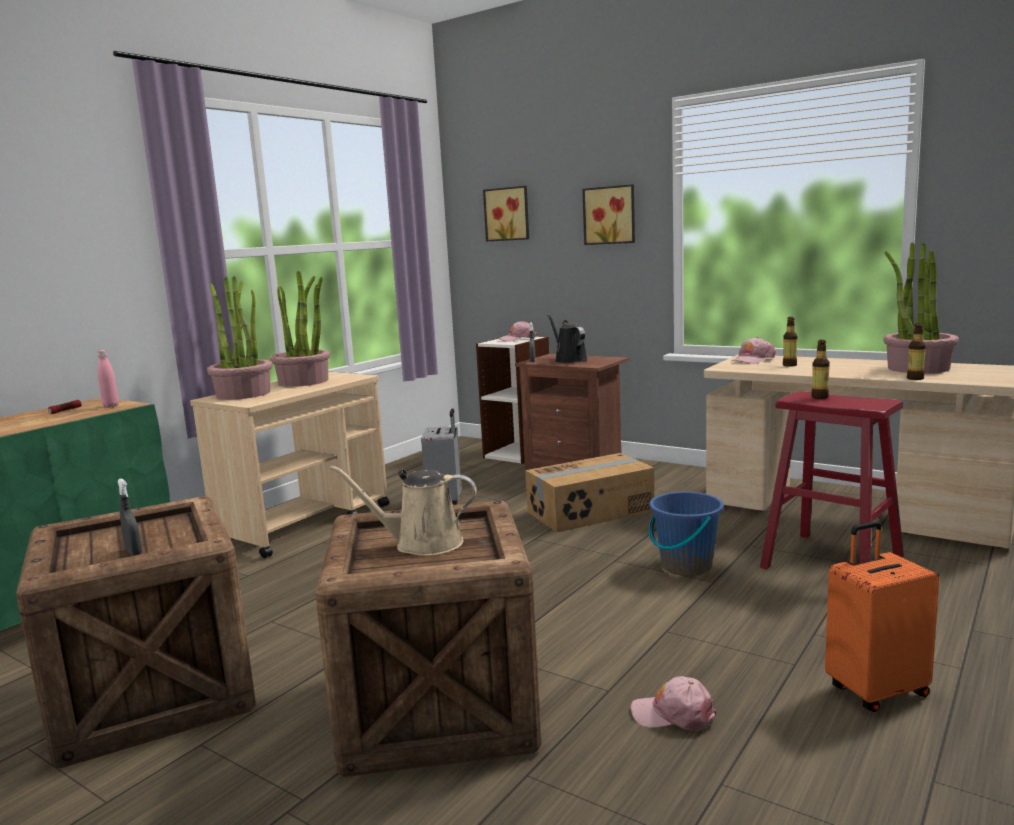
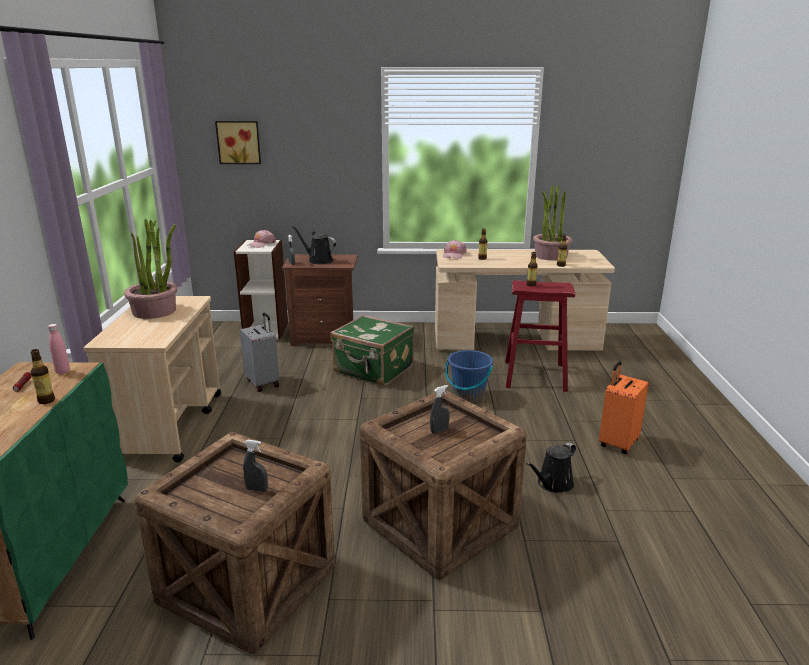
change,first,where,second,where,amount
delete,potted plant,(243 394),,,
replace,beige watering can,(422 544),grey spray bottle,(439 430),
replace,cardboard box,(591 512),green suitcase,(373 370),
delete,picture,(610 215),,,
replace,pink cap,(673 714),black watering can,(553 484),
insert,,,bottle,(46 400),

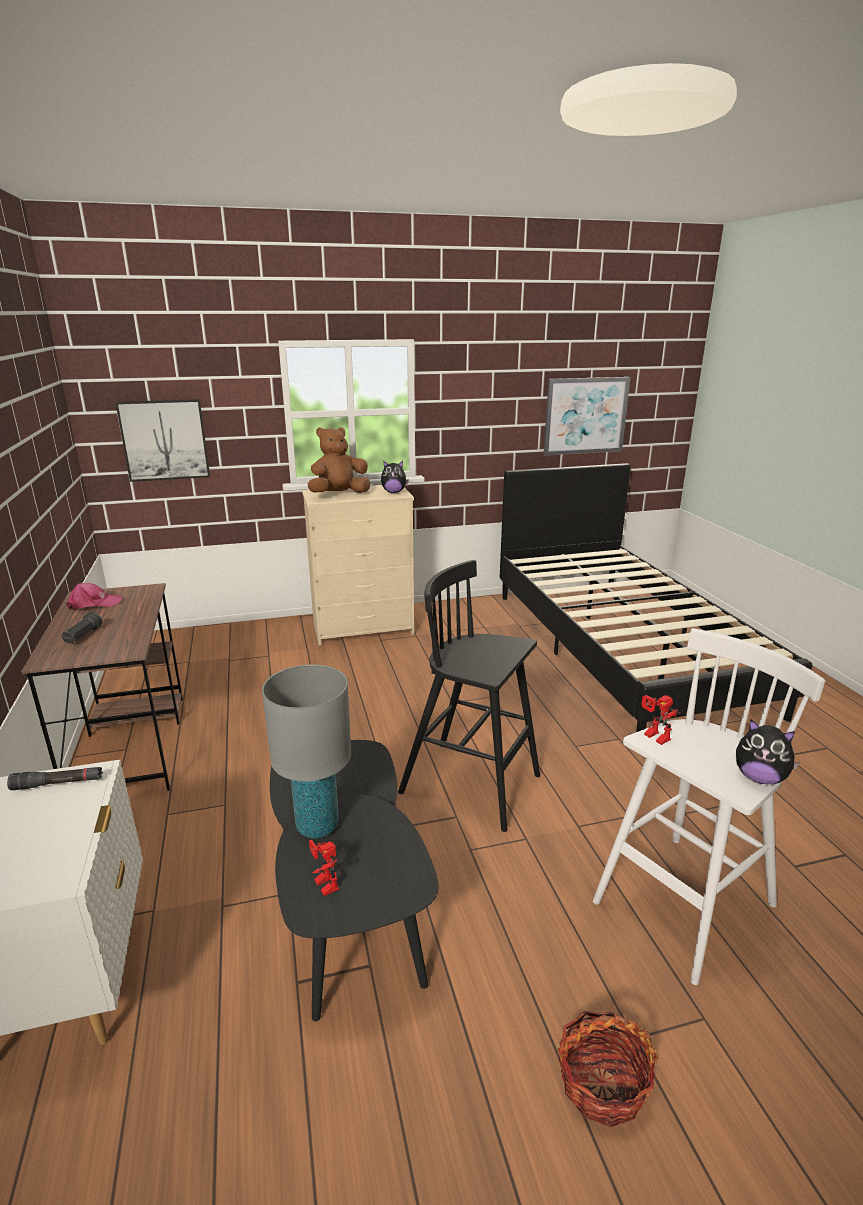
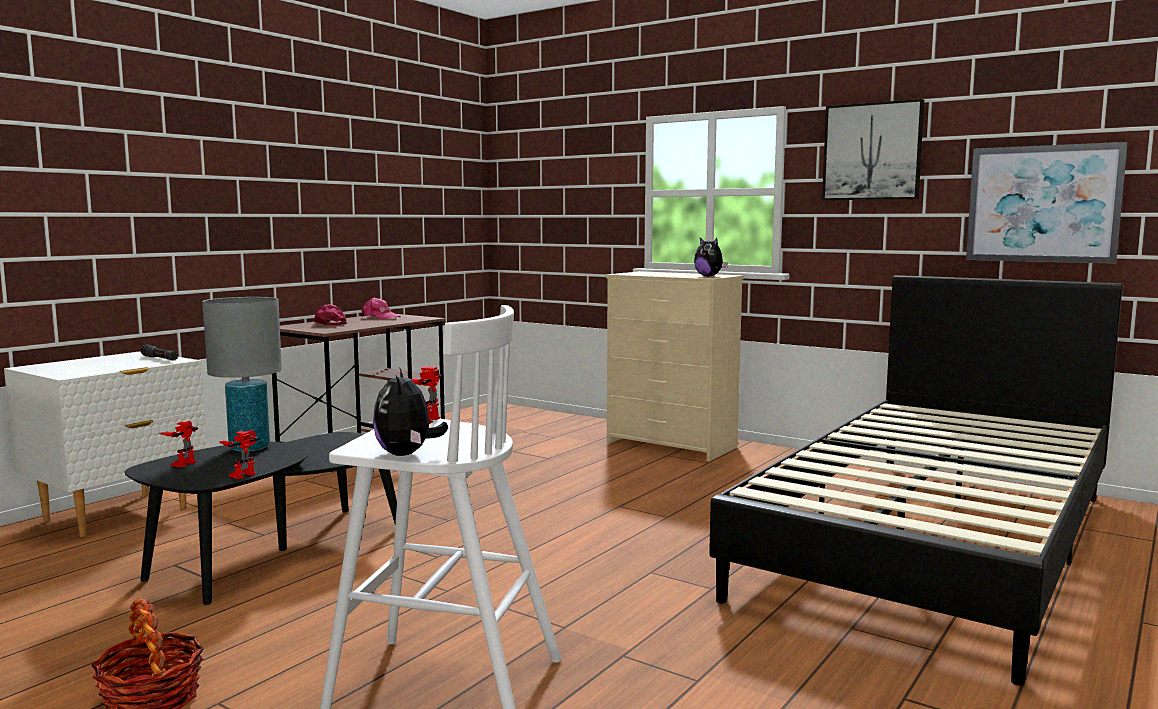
change,first,where,second,where,amount
replace,black flashlight,(83 636),pink cap,(329 324),
move,picture,(164 440),,(872 151),
delete,brown plush toy,(339 494),,,
delete,black stool,(473 785),,,
insert,,,toy robot,(242 474),

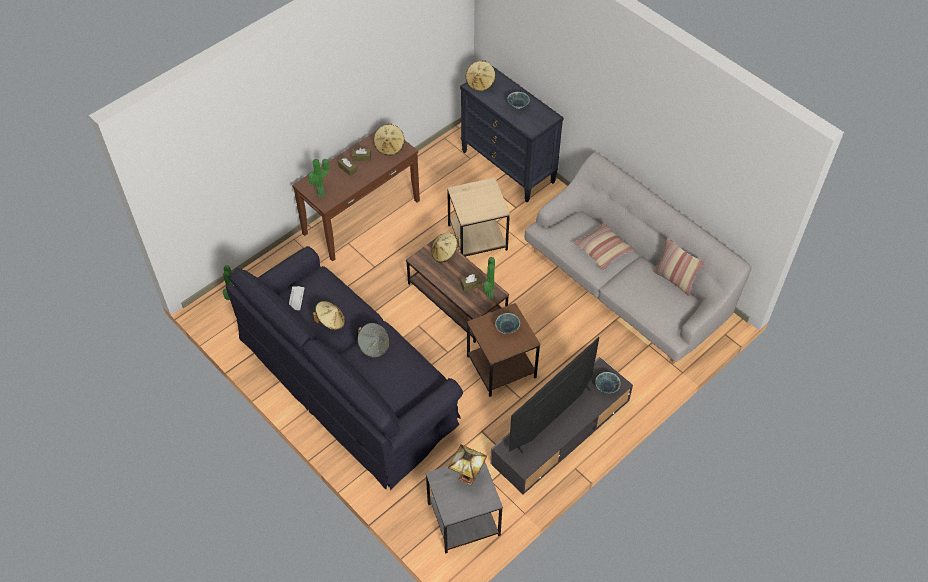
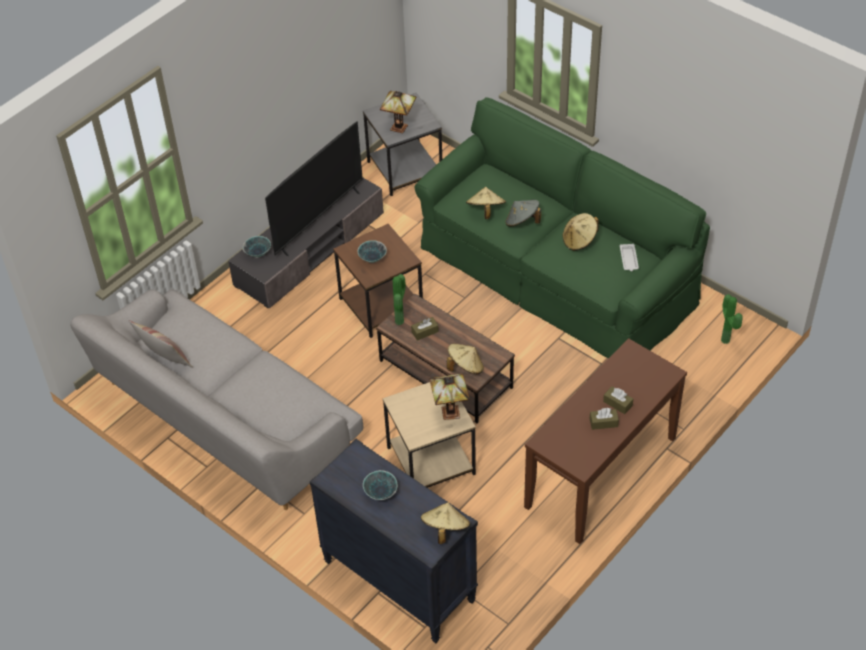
change,first,where,second,where,amount
recolor,black sofa,(349 381),green sofa,(554 272),
delete,potted plant,(322 195),,,
move,beige hat,(389 146),,(485 211),
delete,pillow,(603 250),,,
insert,,,table lamp,(449 413),

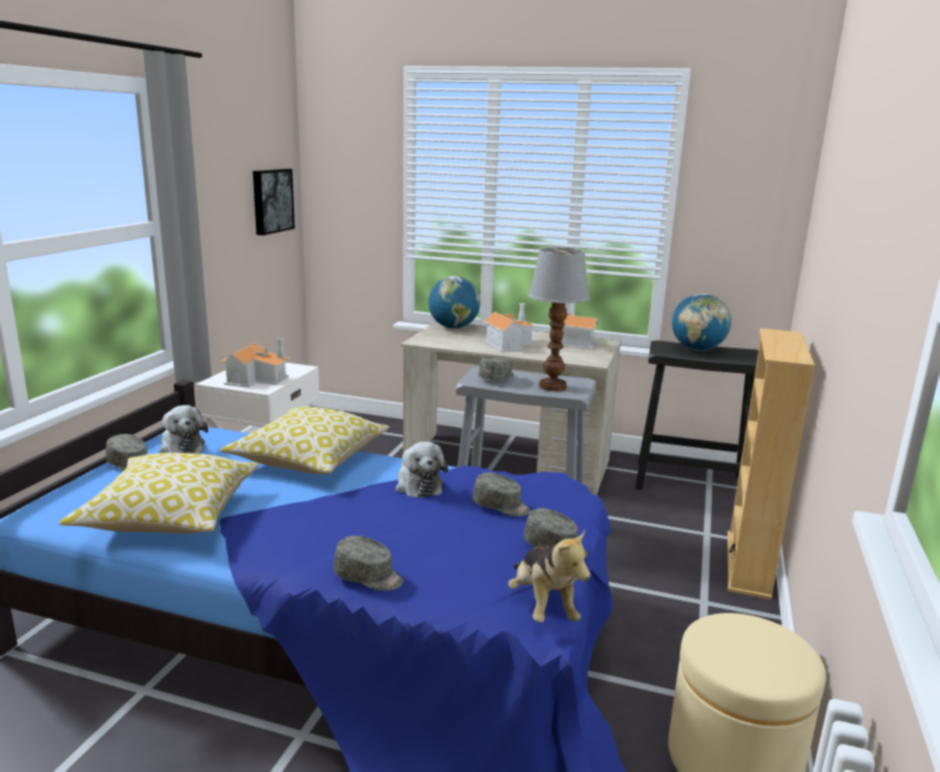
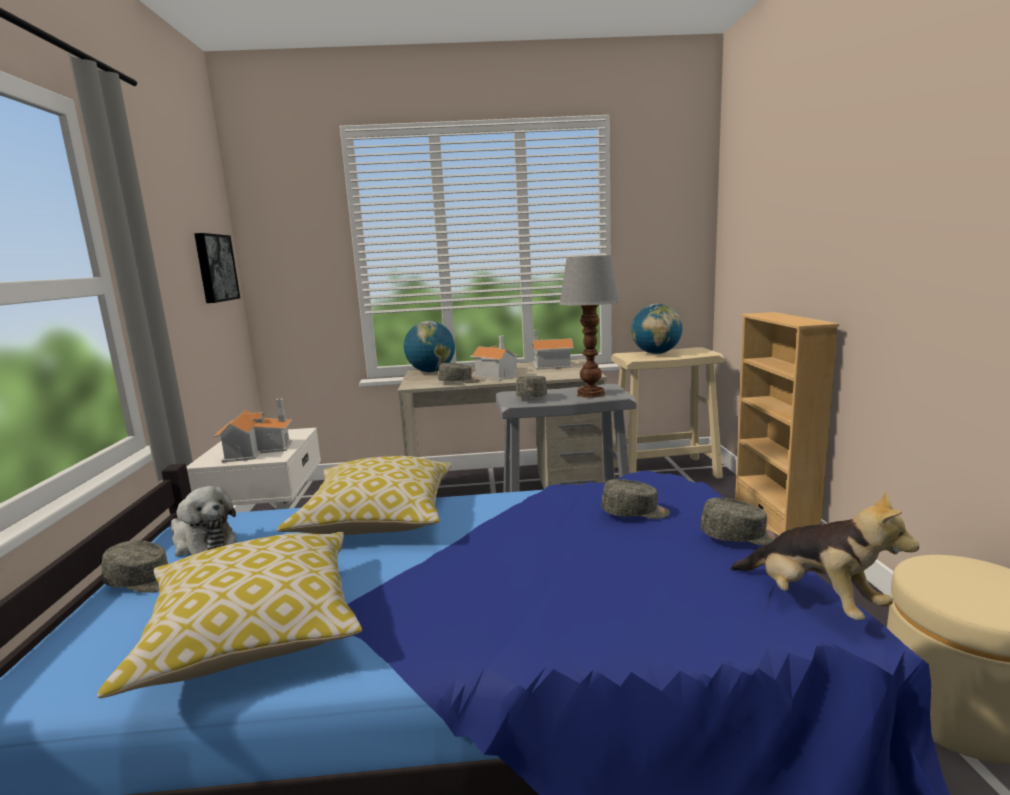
change,first,where,second,where,amount
move,grey cap,(369 577),,(459 382),
delete,plush toy,(418 485),,,
recolor,black stool,(690 482),beige stool,(665 471),

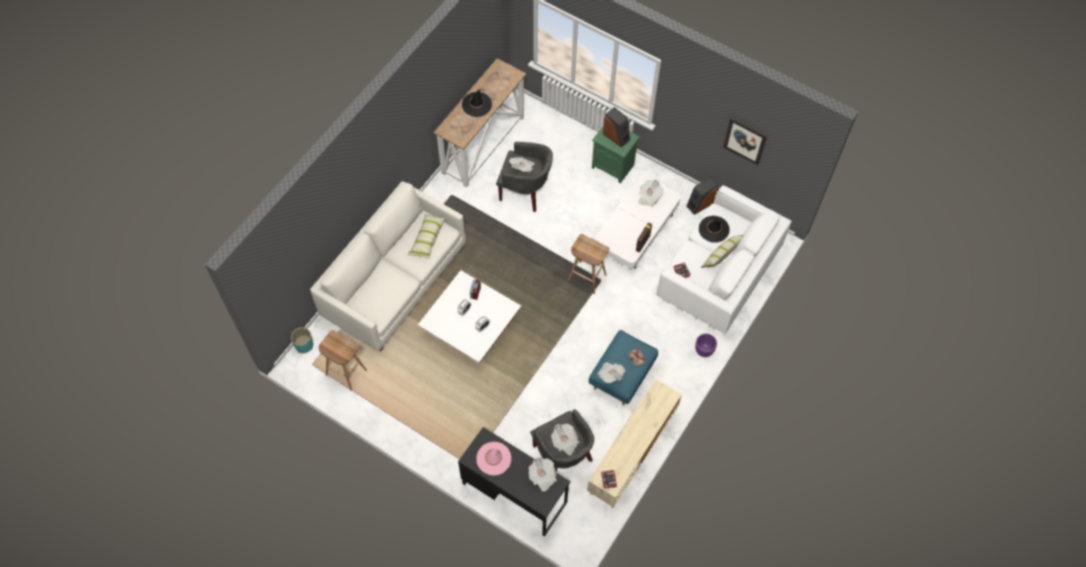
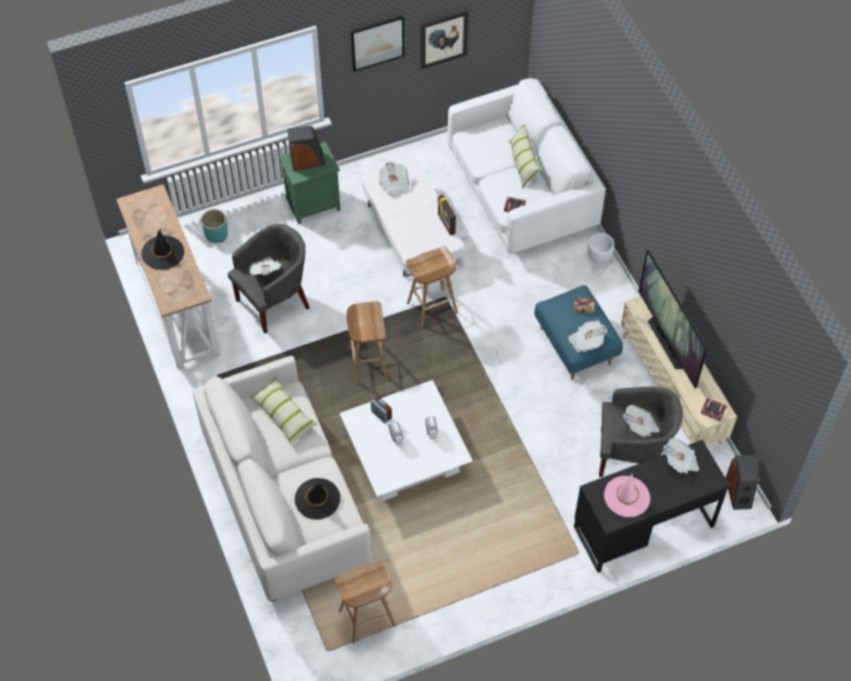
change,first,where,second,where,amount
move,turquoise planter,(304 345),,(216 234),
move,speaker,(699 204),,(739 492),
recolor,purple planter,(704 351),white planter,(599 257),
move,black hat,(713 229),,(317 499),
insert,,,brown stool,(367 363),
insert,,,picture,(377 42),
insert,,,television,(667 342),

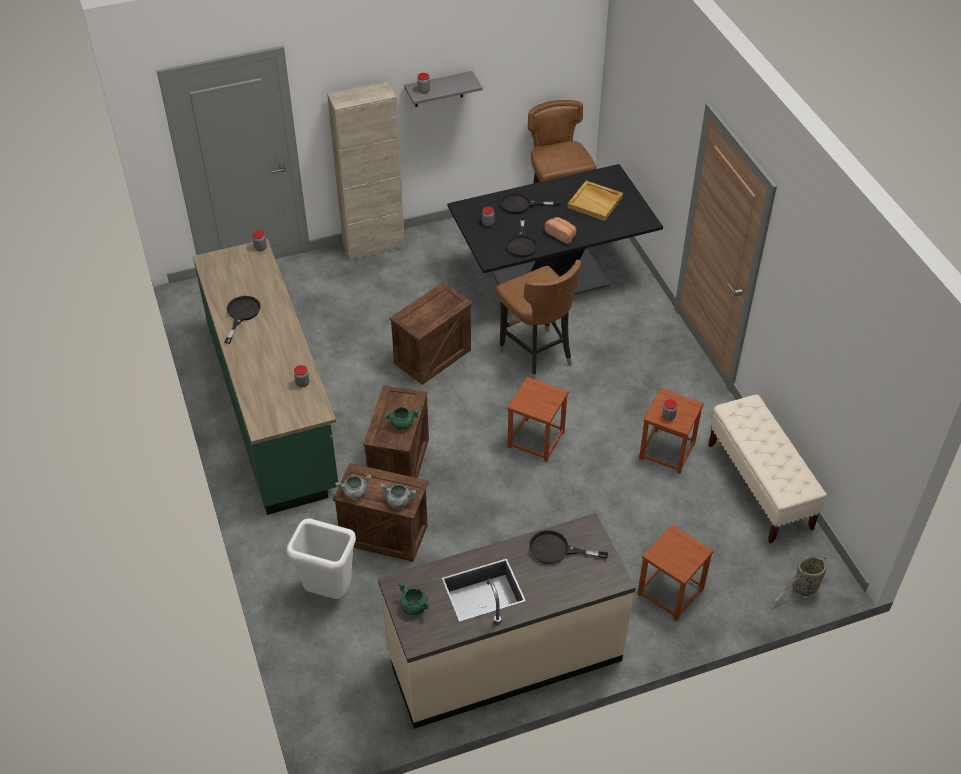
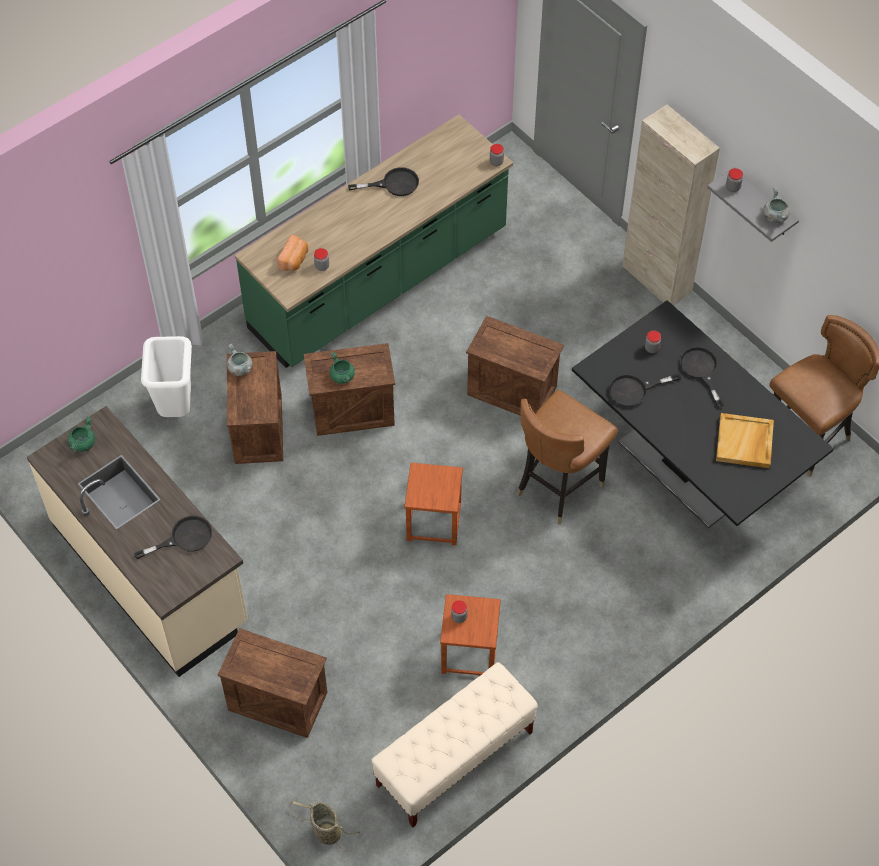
change,first,where,second,where,amount
move,grey cooking pot,(398 501),,(774 216),
rotate,black frying pan,(556 550),,(184 538),75 degrees clockwise
move,bread,(561 235),,(294 260),
replace,brown stool,(670 592),crate,(276 701),

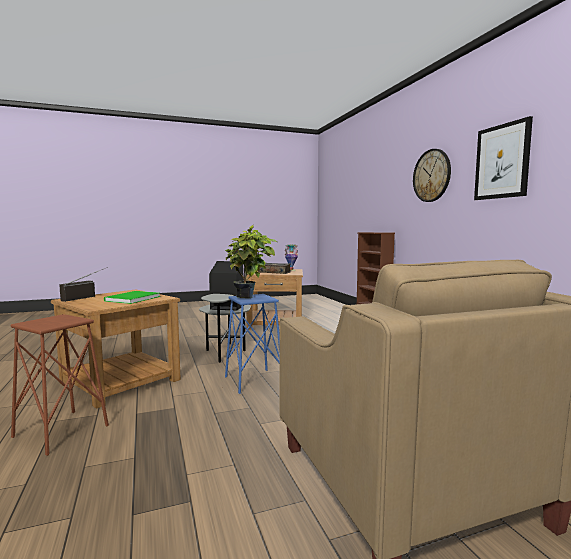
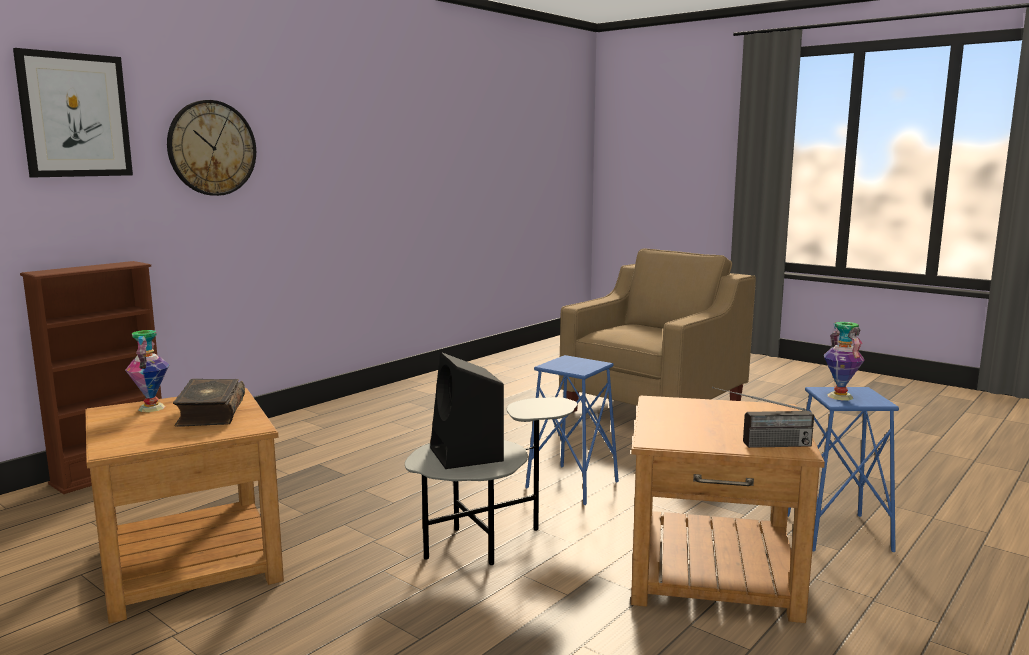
change,first,where,second,where,amount
recolor,brown stool,(61 431),blue stool,(838 533),
delete,green book,(131 299),,,
delete,potted plant,(249 297),,,
move,picture,(502 161),,(75 115),
insert,,,vase,(839 396),

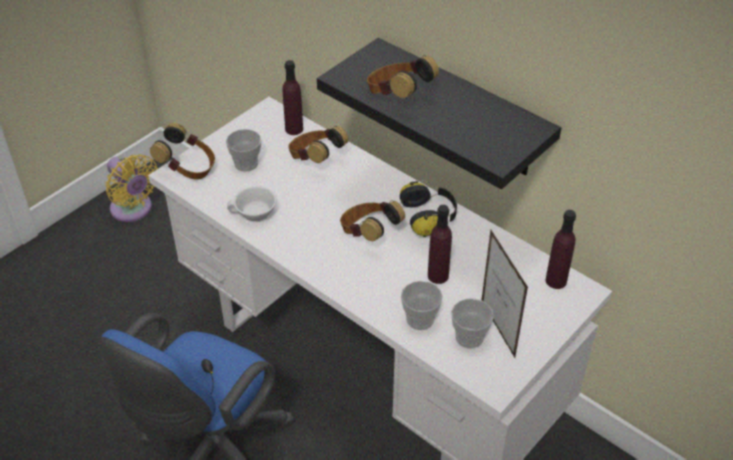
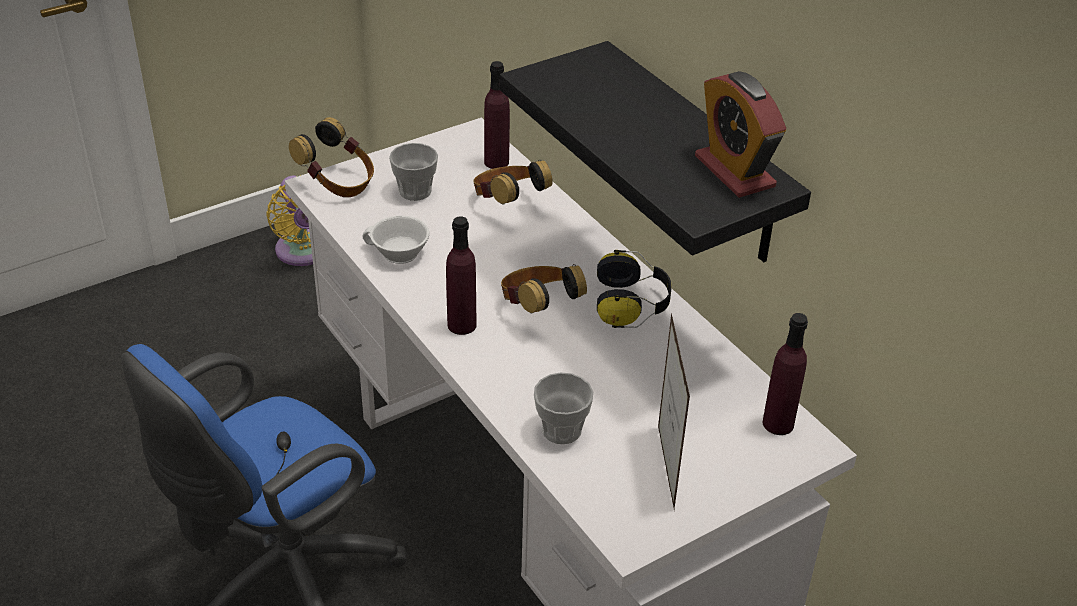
change,first,where,second,where,amount
delete,headphones,(398 96),,,
move,purple bottle,(438 276),,(461 325),
delete,cup,(469 337),,,
insert,,,alarm clock,(734 172),

